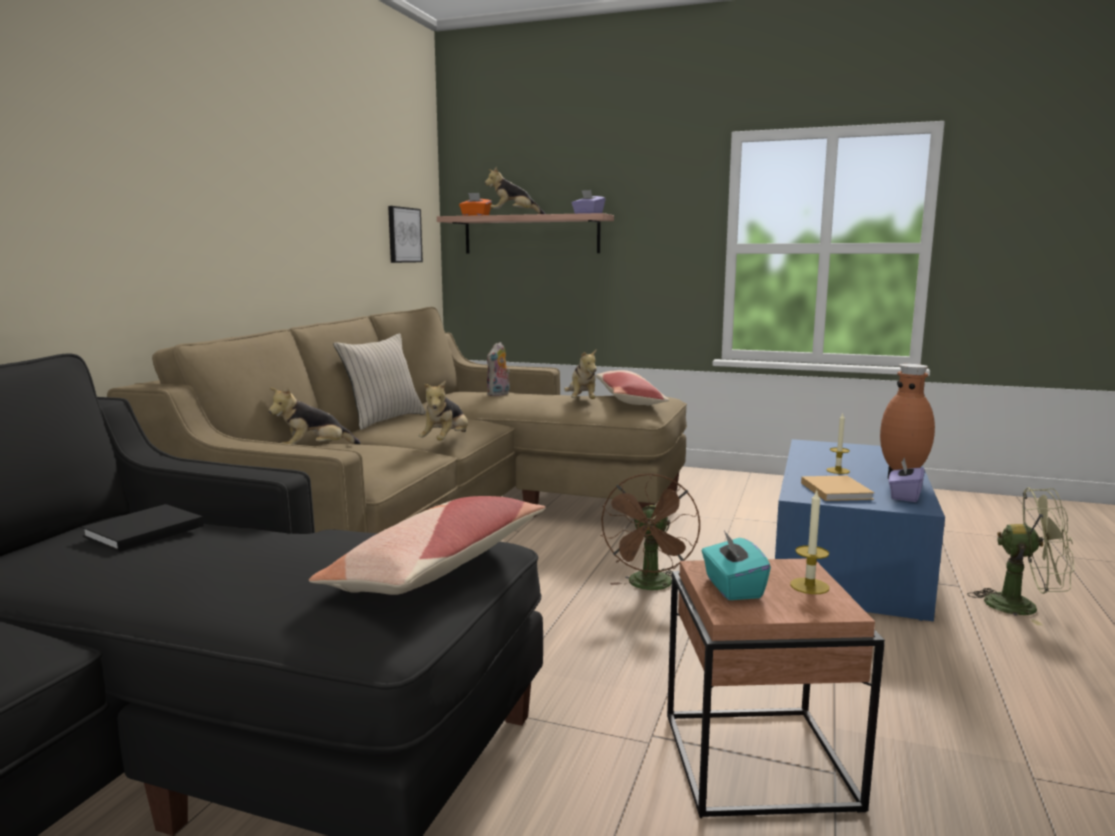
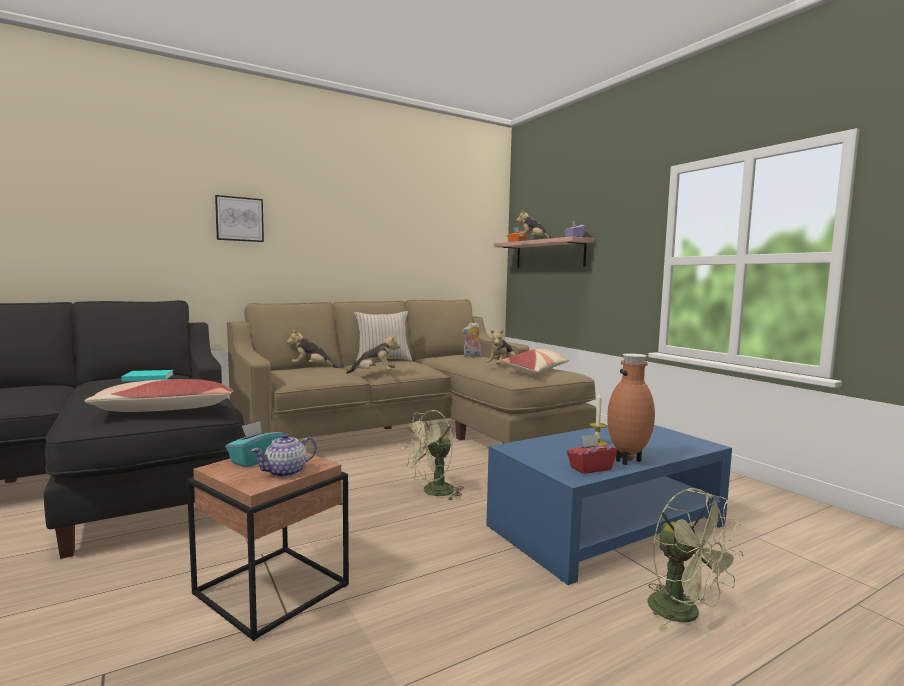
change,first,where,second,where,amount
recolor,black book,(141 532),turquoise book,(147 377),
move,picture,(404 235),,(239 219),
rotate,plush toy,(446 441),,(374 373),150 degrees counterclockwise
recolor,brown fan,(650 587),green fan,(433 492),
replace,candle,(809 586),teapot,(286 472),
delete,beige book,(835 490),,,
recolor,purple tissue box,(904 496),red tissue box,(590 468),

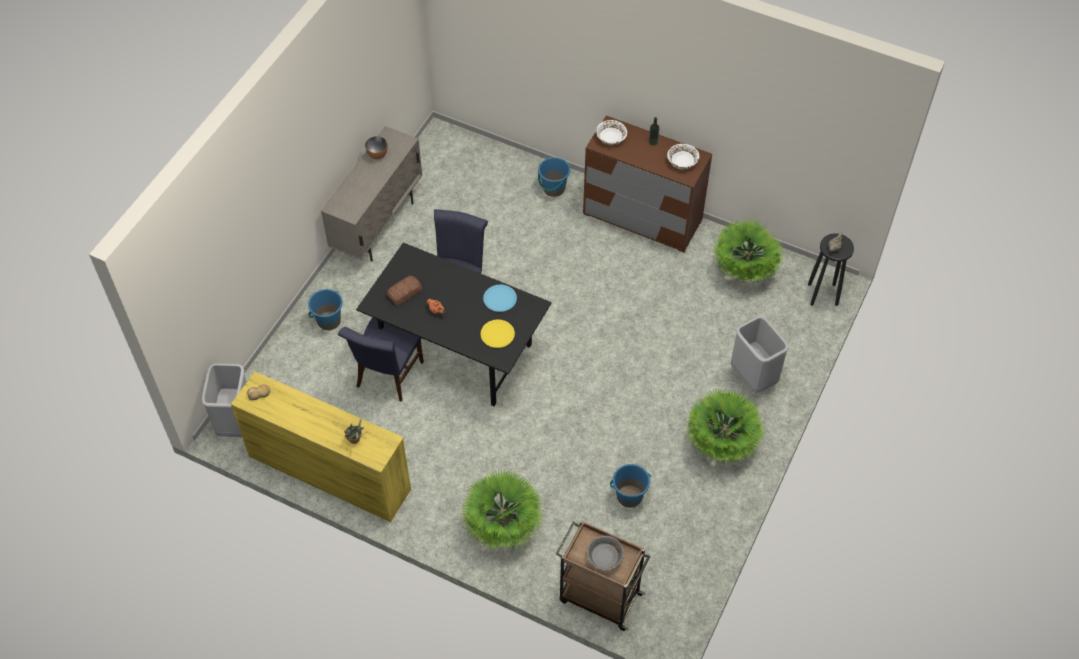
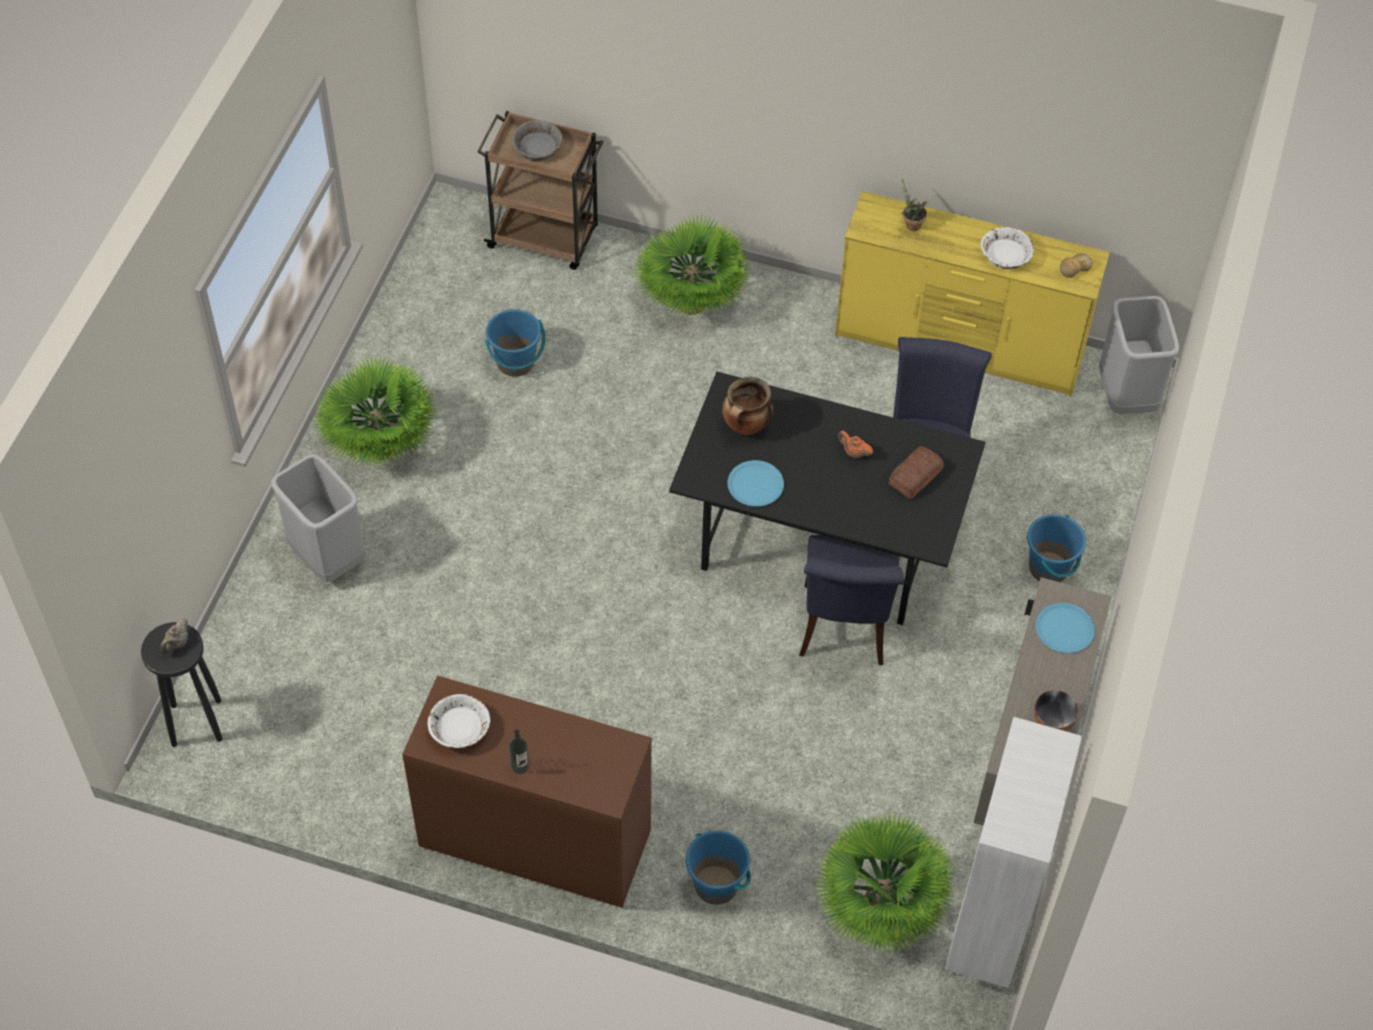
change,first,where,second,where,amount
replace,yellow plate,(497 334),cooking pot,(746 427),
move,white bowl,(610 137),,(1005 256),
move,potted plant,(744 272),,(878 911),
insert,,,white bookcase,(989 934),
insert,,,blue plate,(1064 629),

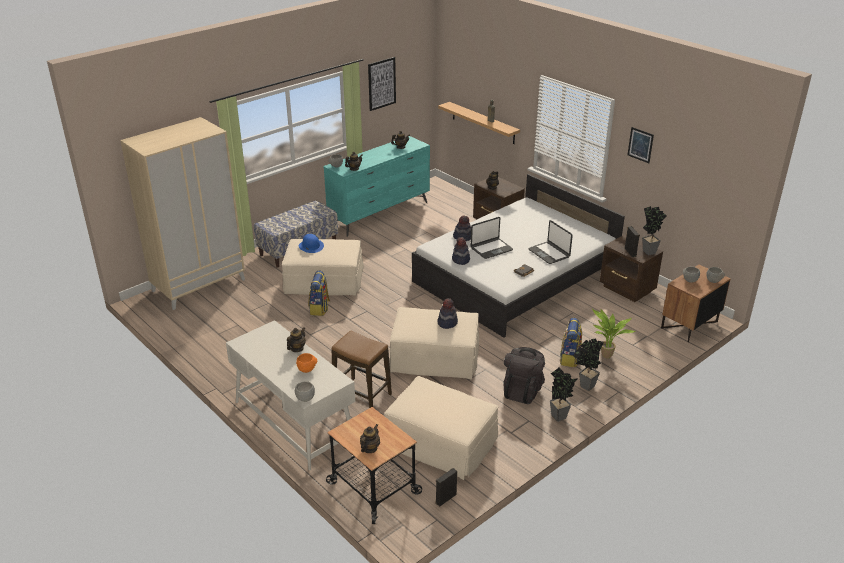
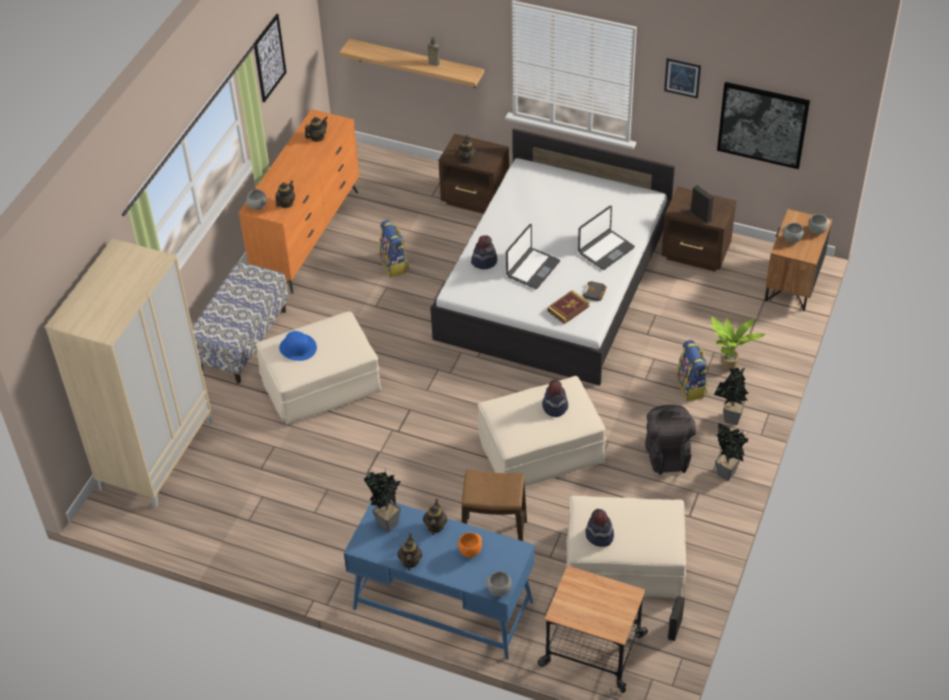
change,first,where,second,where,amount
recolor,white desk,(294 421),blue desk,(442 604),
move,backpack,(320 309),,(394 265),
recolor,turquoise dresser,(380 214),orange dresser,(308 236),
move,teapot,(370 448),,(410 561),
move,hat,(460 260),,(599 536),
rotate,laptop,(549 253),,(605 250),75 degrees counterclockwise
move,potted plant,(649 251),,(387 521),
insert,,,book,(568 308),
insert,,,picture,(762 124),

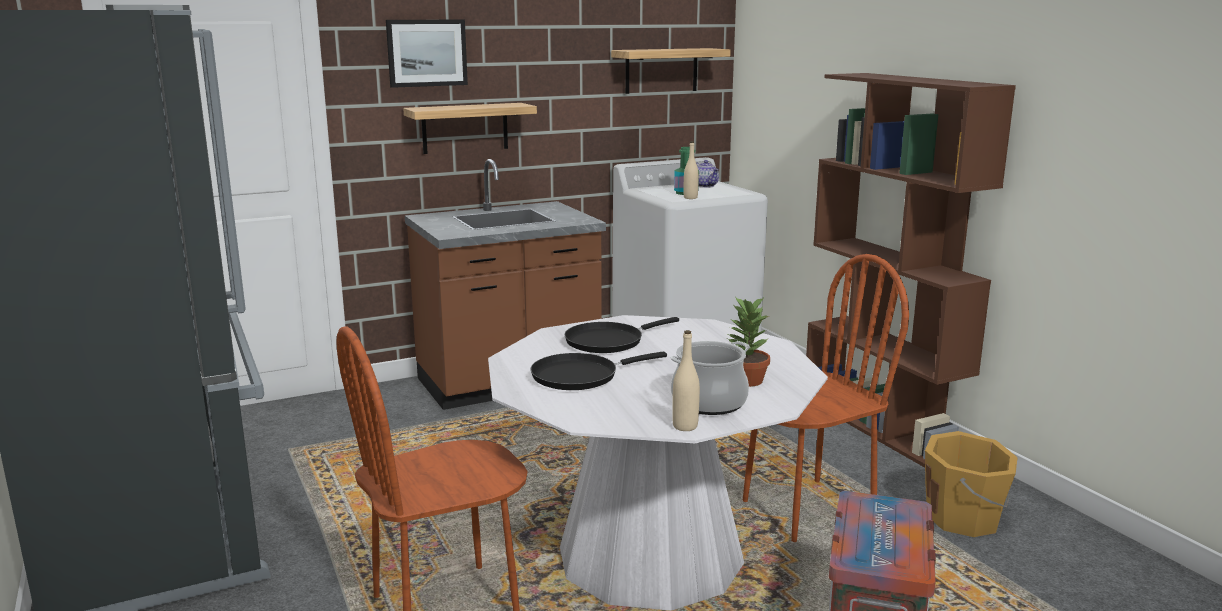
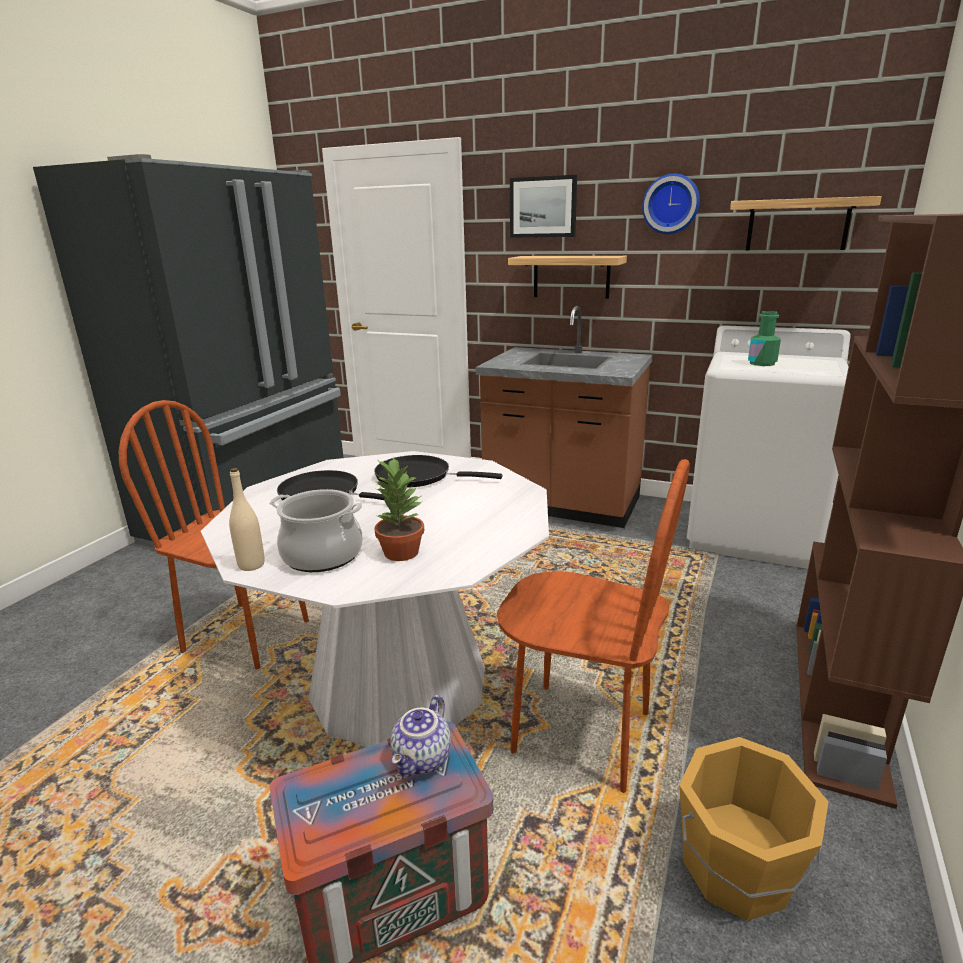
change,first,where,second,where,amount
delete,beige bottle,(690 198),,,
move,teapot,(706 186),,(423 759),
insert,,,wall clock,(671 204),

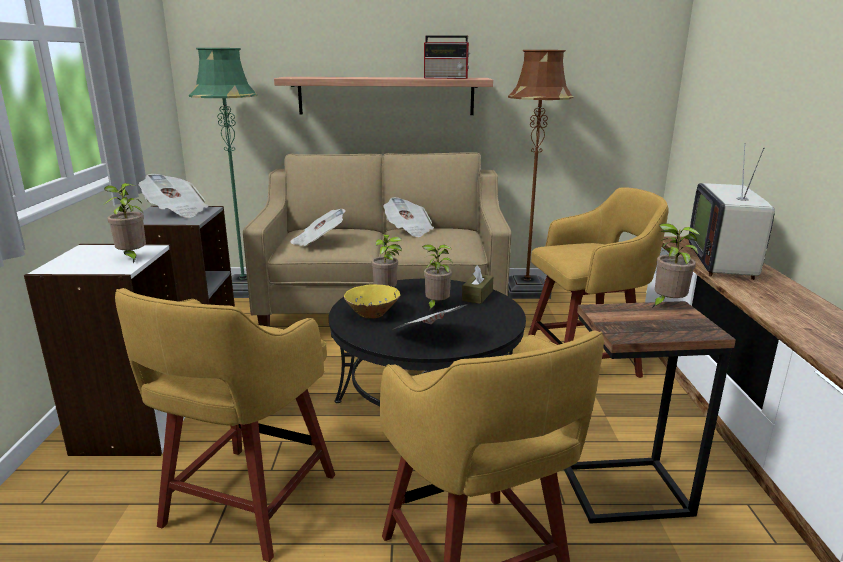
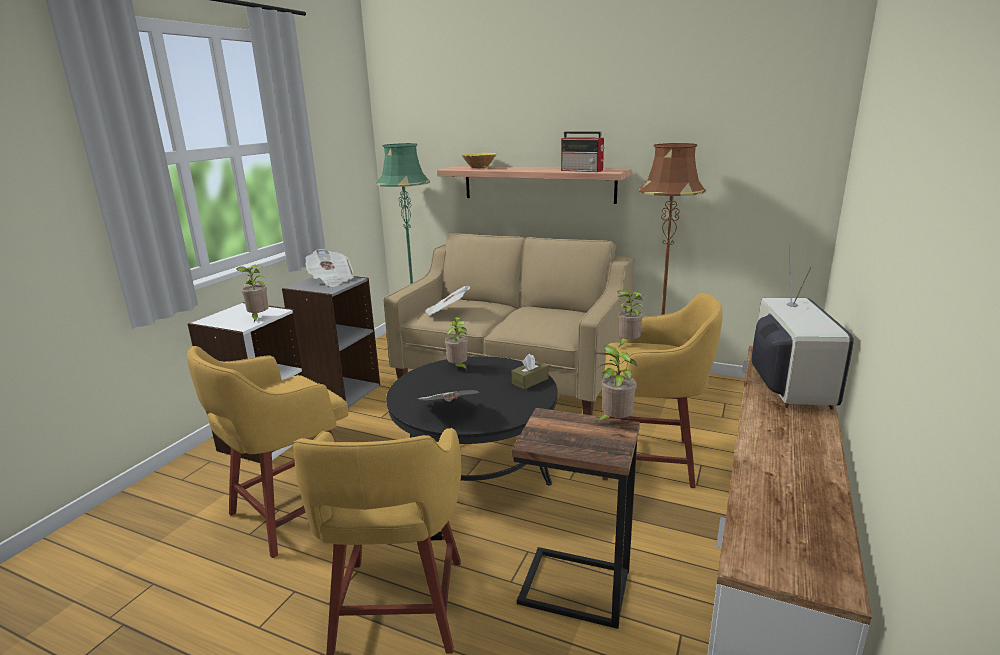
change,first,where,second,where,amount
move,yellow bowl,(372 314),,(479 168),
delete,newspaper,(408 230),,,
move,potted plant,(436 306),,(627 344),
rotate,television,(725 262),,(786 386),150 degrees clockwise

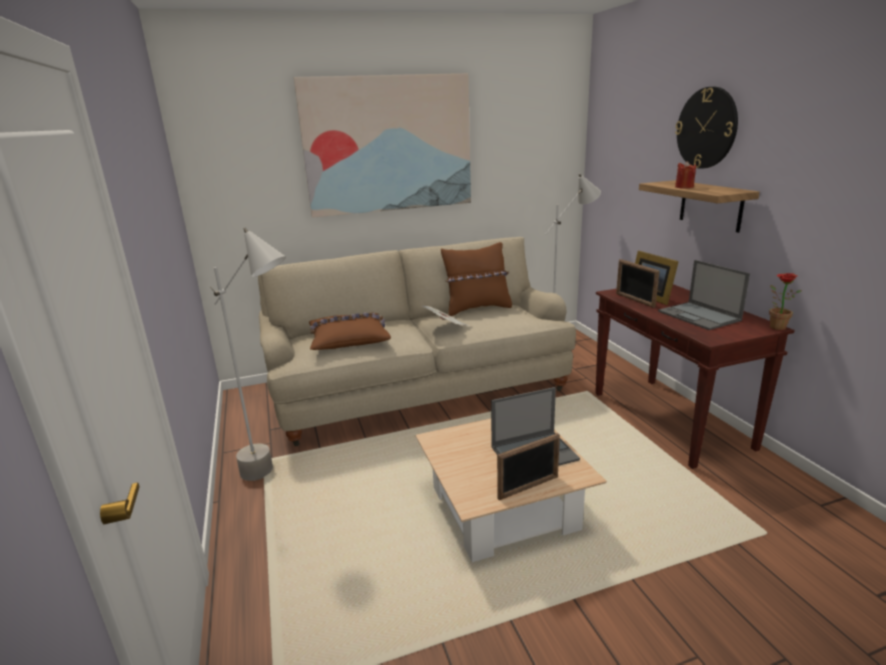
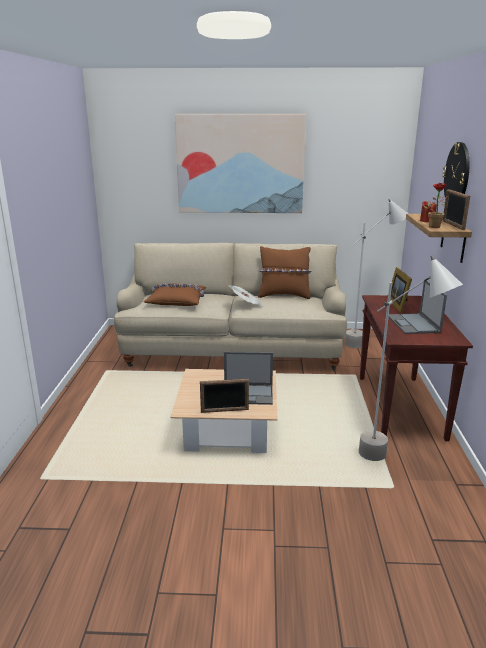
change,first,where,second,where,amount
move,grey floor lamp,(278 476),,(393 463),
move,picture frame,(634 300),,(453 225),
move,potted plant,(774 326),,(433 226),

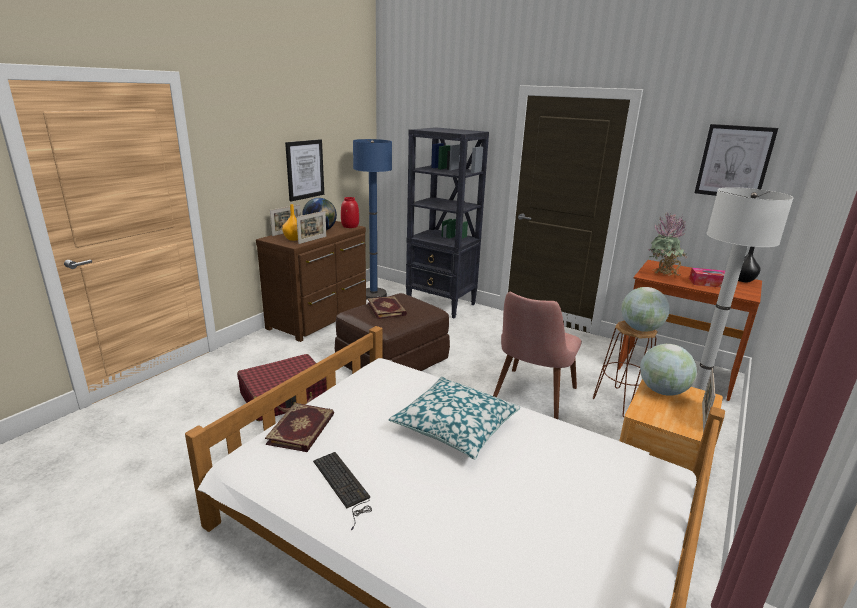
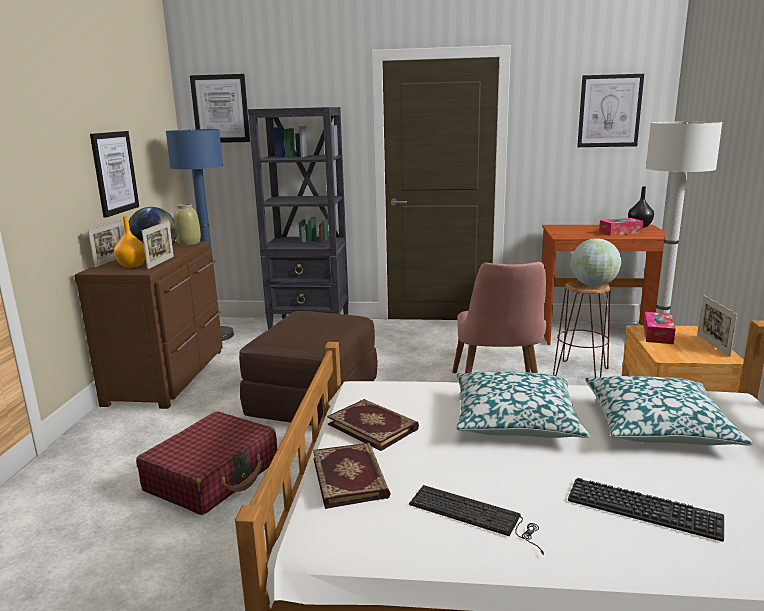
change,first,where,second,where,amount
recolor,red vase,(350 226),beige vase,(189 243),
move,book,(387 309),,(373 426),
replace,globe,(662 391),tissue box,(657 334),
delete,potted plant,(662 275),,,
insert,,,picture,(220 109),
insert,,,keyboard,(643 509),
insert,,,pillow,(657 425),

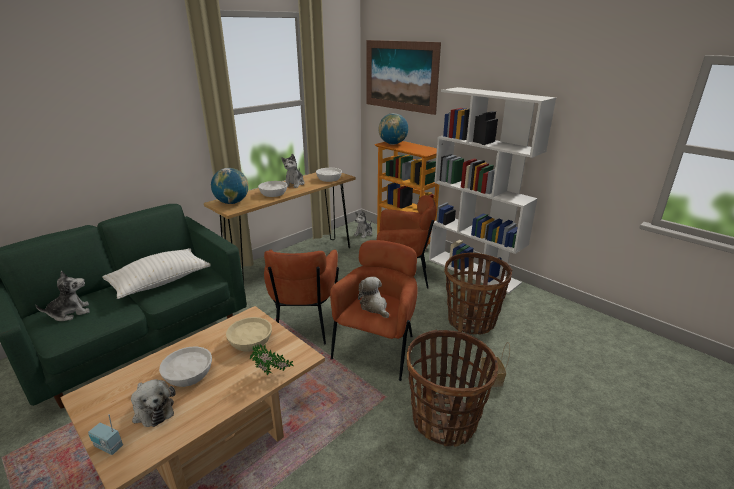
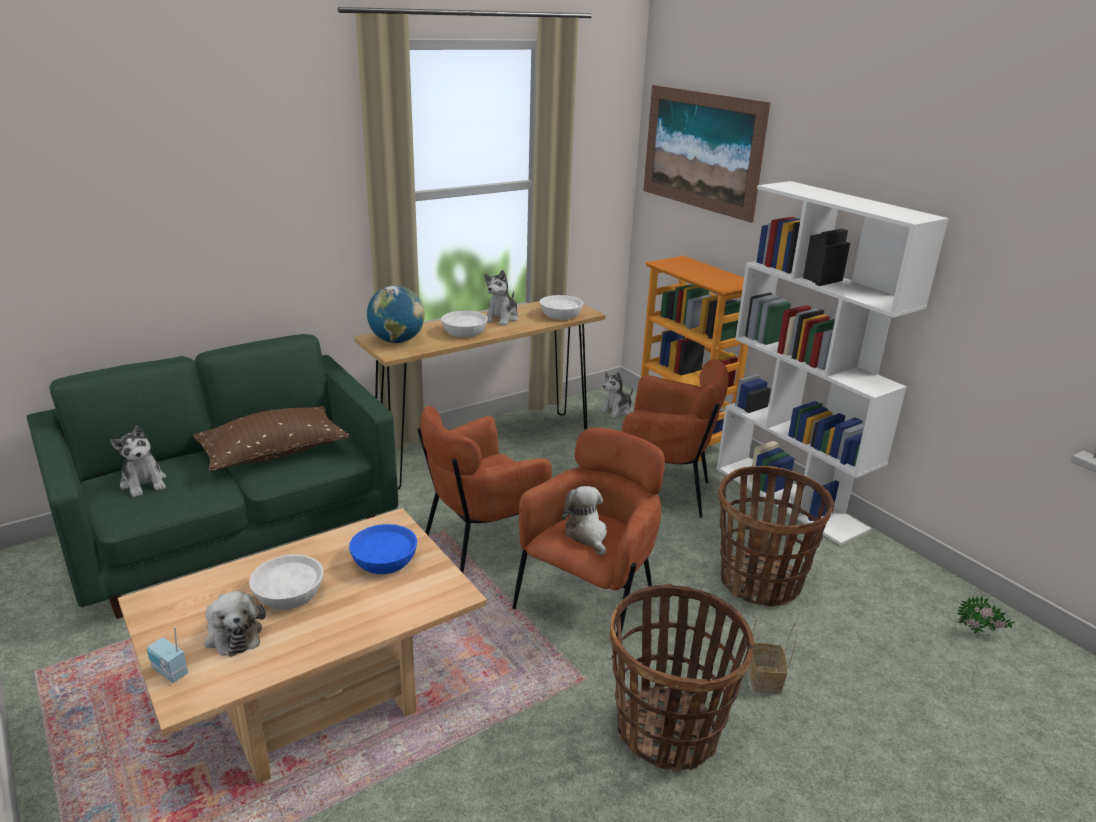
change,first,where,second,where,amount
rotate,plush toy,(70 313),,(144 483),75 degrees clockwise
recolor,white pillow,(160 282),brown pillow,(274 453),
recolor,beige bowl,(251 341),blue bowl,(385 560),
move,potted plant,(272 374),,(980 633),
rotate,brown armchair,(304 325),,(483 549),45 degrees clockwise
delete,globe,(393 144),,,

